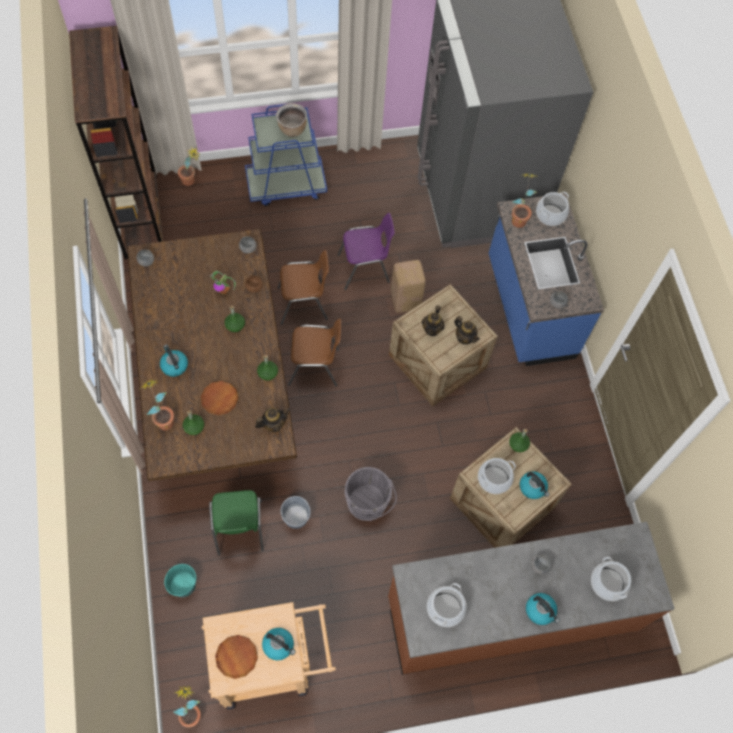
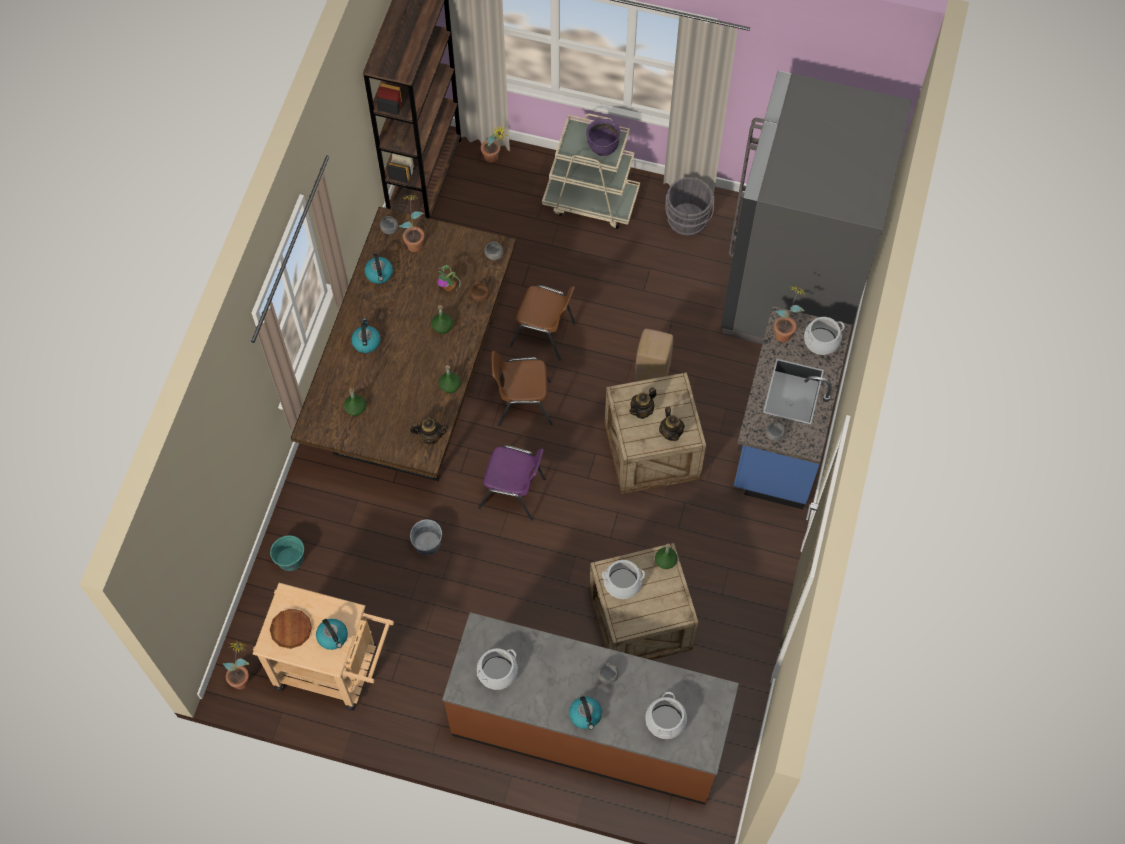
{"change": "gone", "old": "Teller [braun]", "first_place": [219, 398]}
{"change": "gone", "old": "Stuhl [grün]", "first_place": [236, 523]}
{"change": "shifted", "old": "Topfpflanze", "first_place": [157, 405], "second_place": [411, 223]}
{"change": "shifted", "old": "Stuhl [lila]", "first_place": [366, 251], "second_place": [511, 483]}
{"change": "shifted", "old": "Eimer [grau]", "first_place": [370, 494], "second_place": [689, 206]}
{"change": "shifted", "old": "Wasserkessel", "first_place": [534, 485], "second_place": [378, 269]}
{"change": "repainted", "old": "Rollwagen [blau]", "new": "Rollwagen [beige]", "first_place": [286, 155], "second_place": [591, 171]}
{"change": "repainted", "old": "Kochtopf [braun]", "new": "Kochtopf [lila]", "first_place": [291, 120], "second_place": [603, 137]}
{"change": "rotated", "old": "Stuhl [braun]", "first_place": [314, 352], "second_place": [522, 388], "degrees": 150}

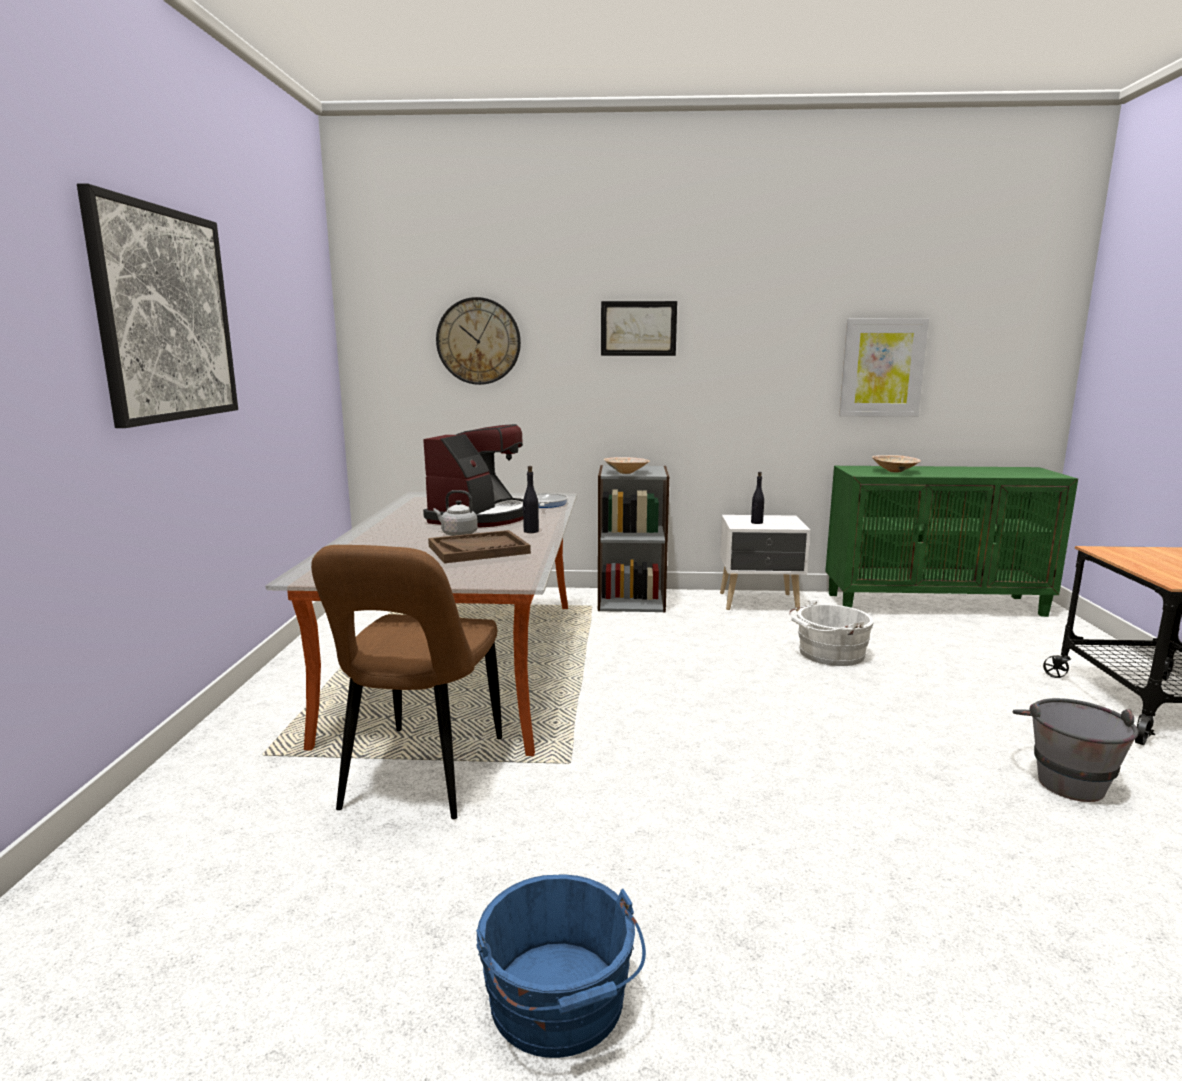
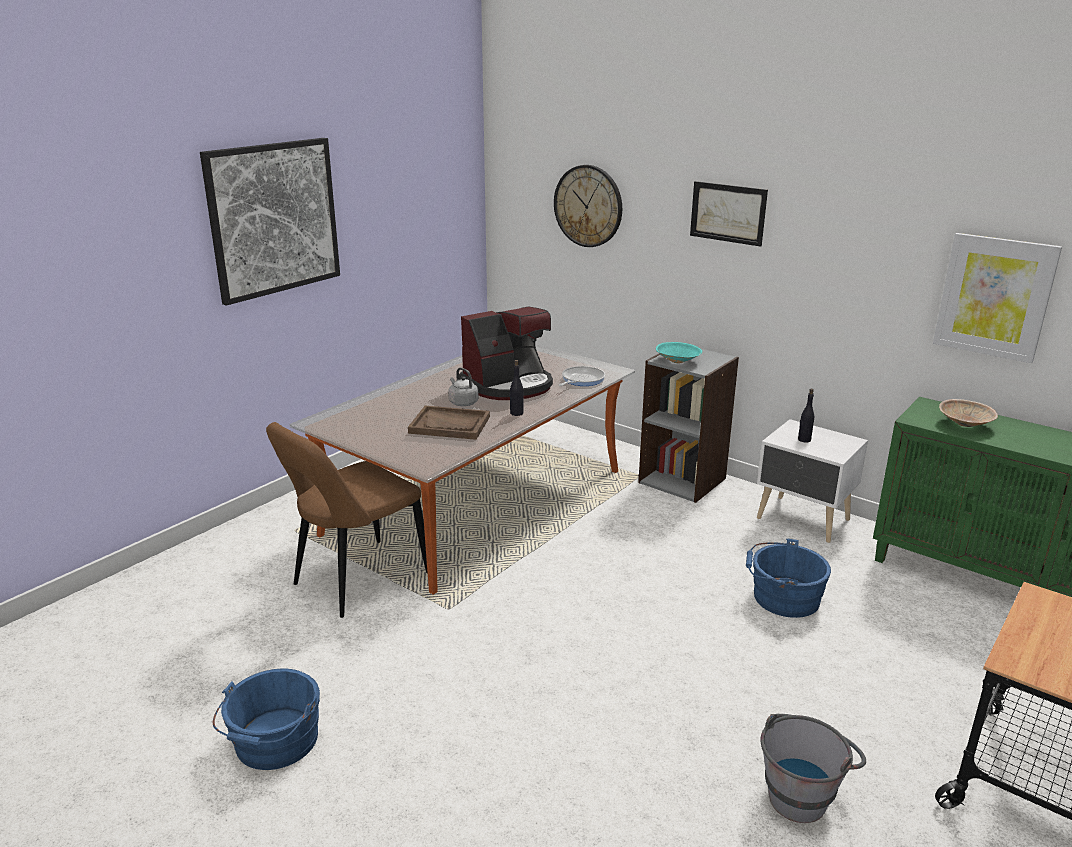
{"change": "repainted", "old": "Schüssel [beige]", "new": "Schüssel [türkis]", "first_place": [627, 465], "second_place": [679, 352]}
{"change": "repainted", "old": "Eimer [weiß]", "new": "Eimer [blau]", "first_place": [831, 632], "second_place": [788, 578]}

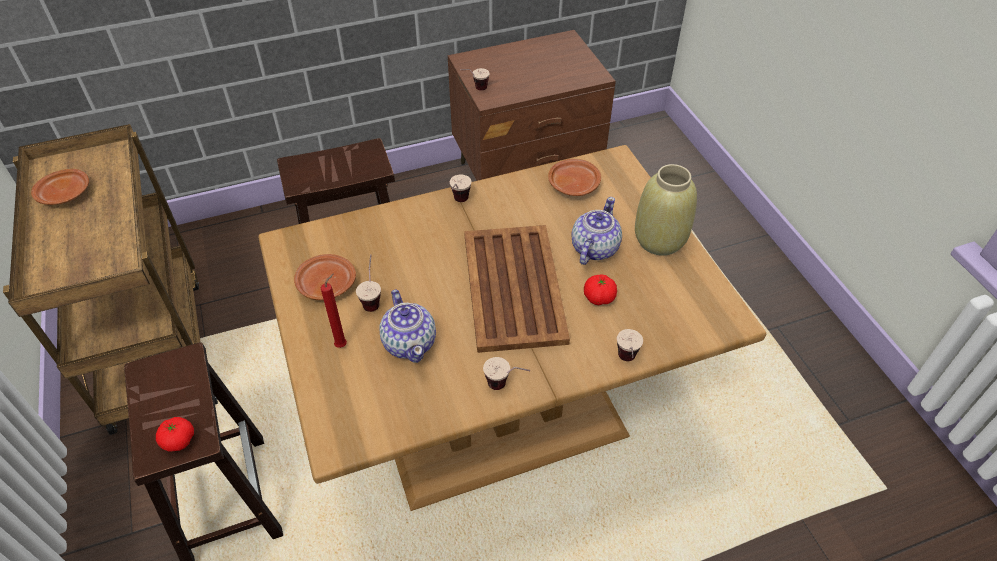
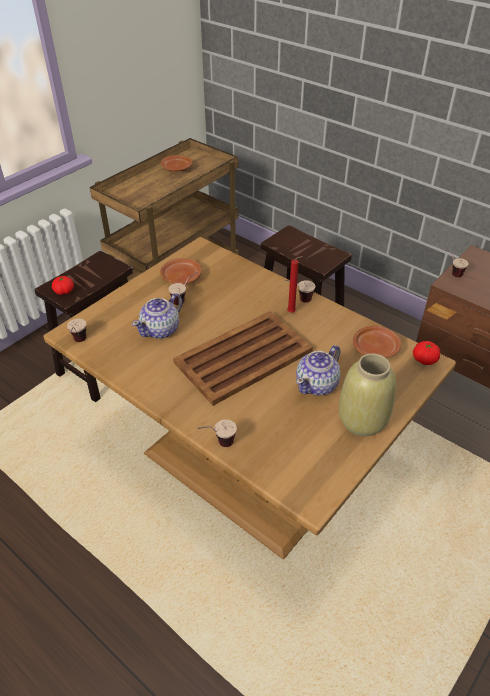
{"change": "shifted", "old": "Kerze [rot]", "first_place": [334, 310], "second_place": [295, 284]}
{"change": "shifted", "old": "Tasse", "first_place": [506, 373], "second_place": [76, 330]}
{"change": "shifted", "old": "Tomate", "first_place": [600, 290], "second_place": [426, 353]}
{"change": "rotated", "old": "Teekanne", "first_place": [596, 231], "second_place": [318, 370], "degrees": 135}

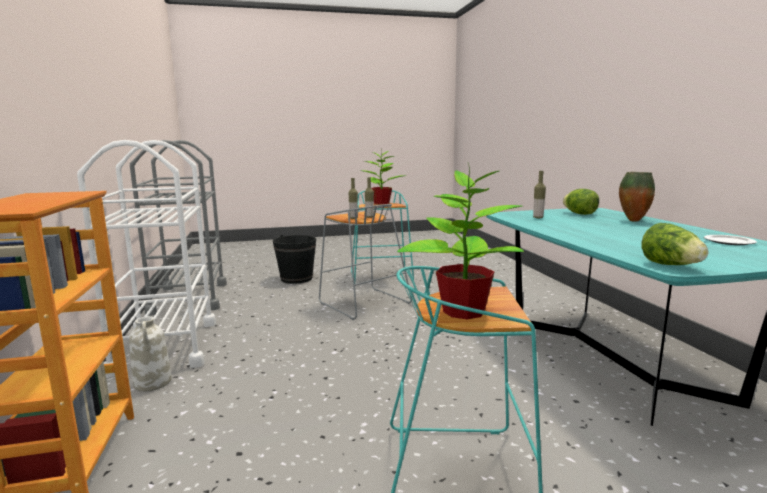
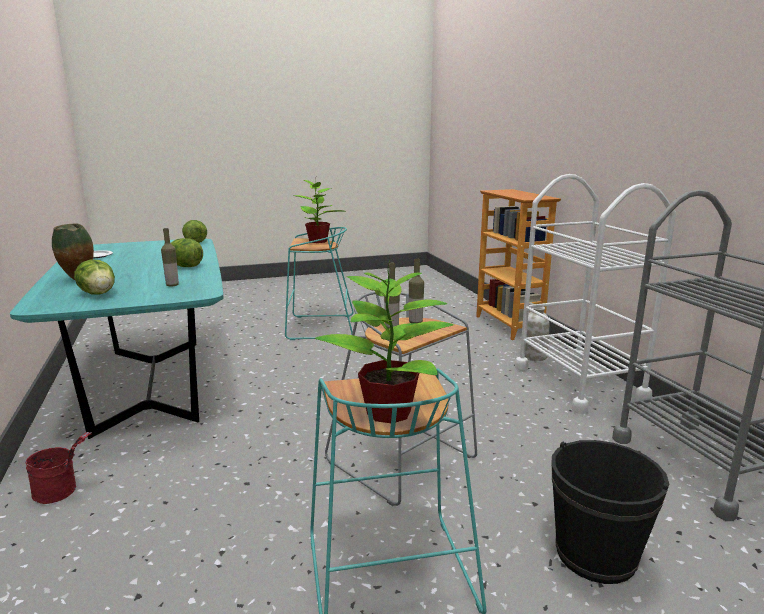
{"change": "new", "new": "Eimer [rot]", "second_place": [58, 468]}
{"change": "new", "new": "Salatkopf", "second_place": [187, 252]}

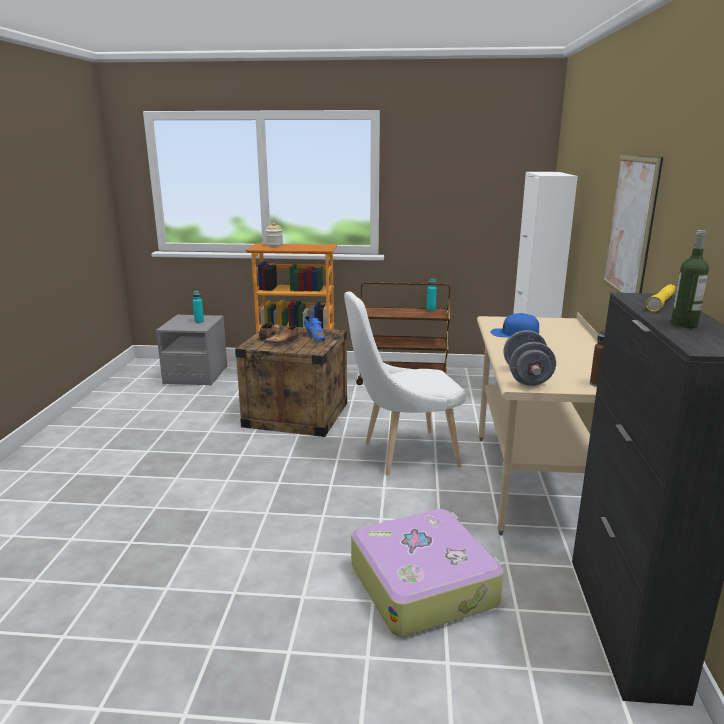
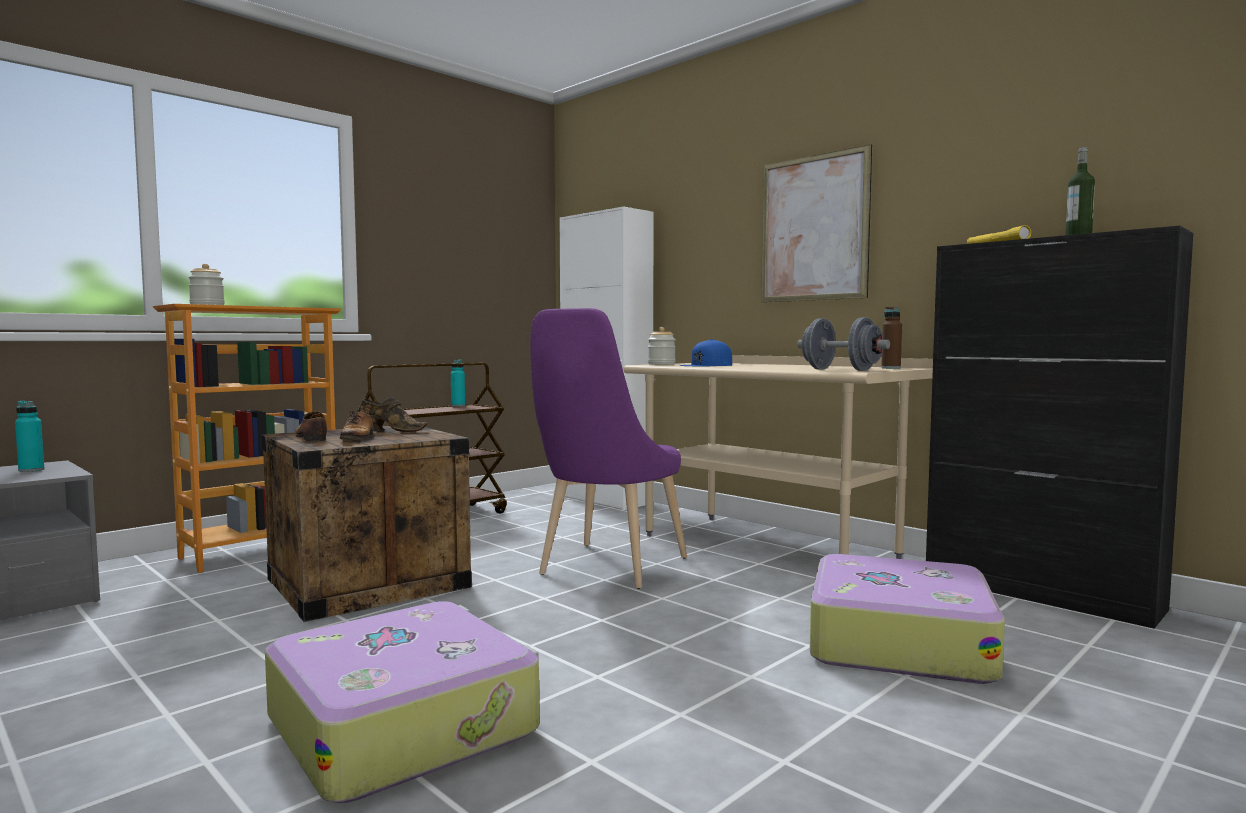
{"change": "new", "new": "Koffer", "second_place": [402, 702]}
{"change": "new", "new": "Vorratsglas", "second_place": [662, 346]}
{"change": "repainted", "old": "Schuh [blau]", "new": "Schuh [braun]", "first_place": [314, 328], "second_place": [393, 414]}
{"change": "repainted", "old": "Stuhl [weiß]", "new": "Stuhl [lila]", "first_place": [405, 383], "second_place": [608, 448]}

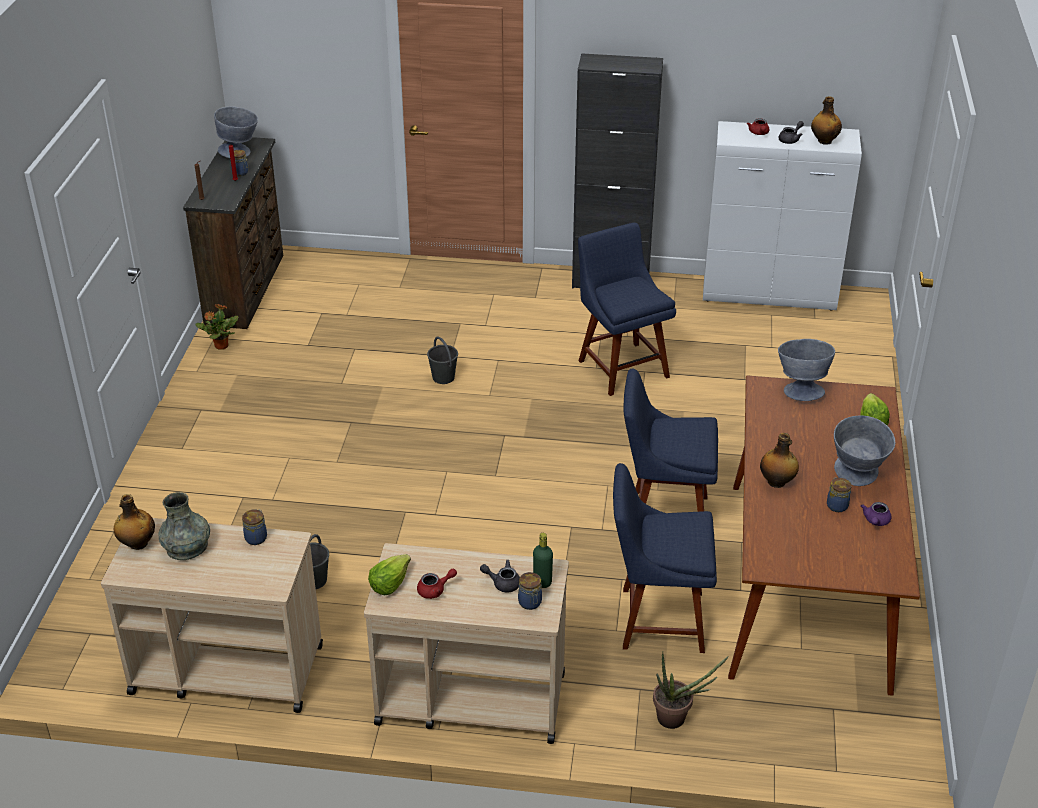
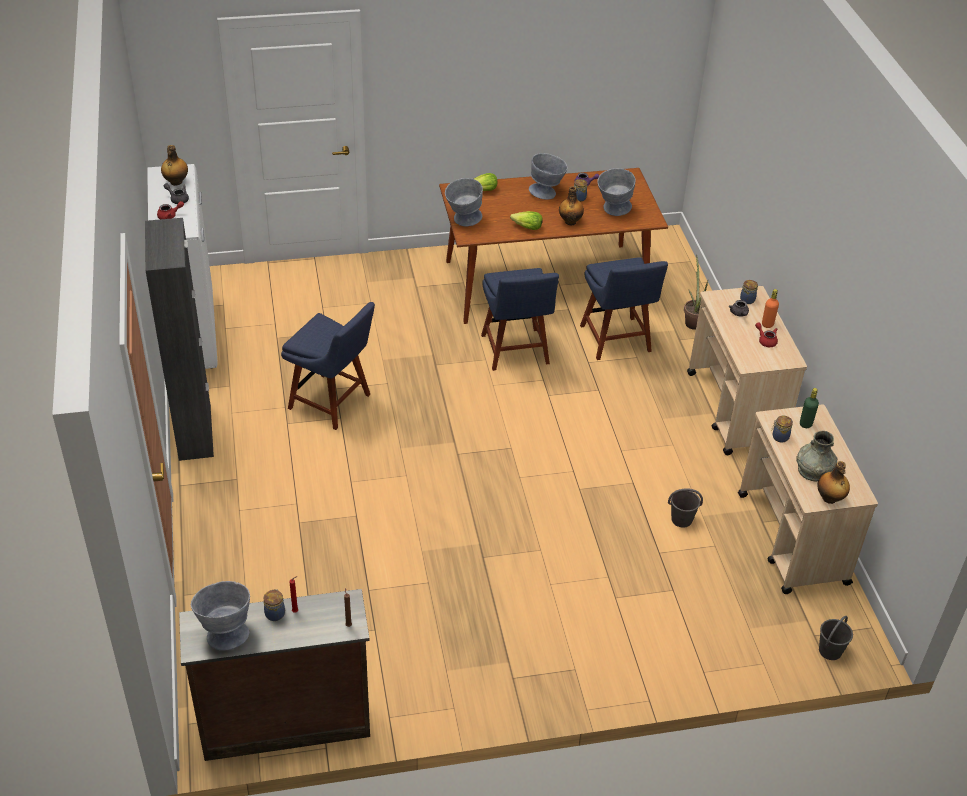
{"change": "gone", "old": "Topfpflanze", "first_place": [216, 327]}
{"change": "new", "new": "Schüssel [grau]", "second_place": [616, 192]}
{"change": "new", "new": "Flasche [orange]", "second_place": [770, 308]}
{"change": "shifted", "old": "Salatkopf", "first_place": [389, 574], "second_place": [526, 220]}
{"change": "shifted", "old": "Eimer [grau]", "first_place": [442, 360], "second_place": [836, 638]}
{"change": "shifted", "old": "Flasche [grün]", "first_place": [543, 560], "second_place": [809, 408]}
{"change": "rotated", "old": "Stuhl [blau]", "first_place": [627, 309], "second_place": [328, 366], "degrees": -105}

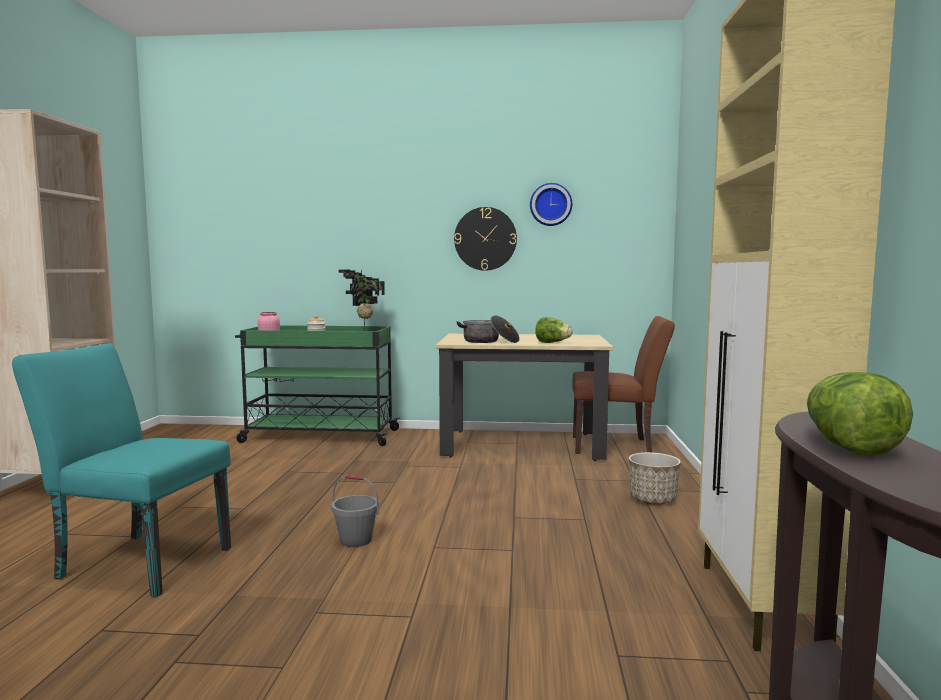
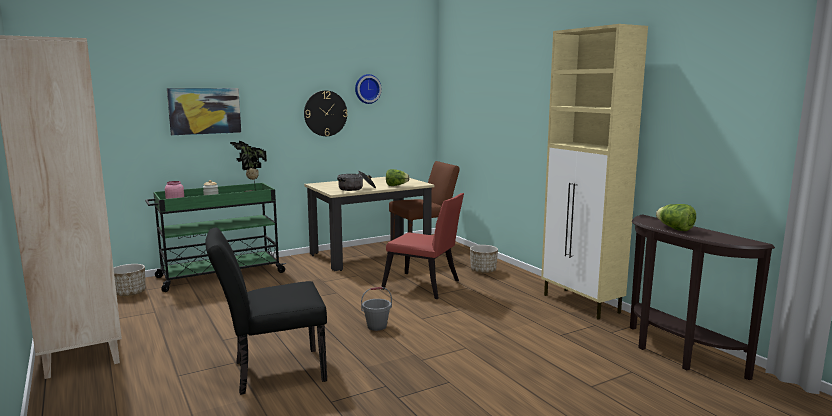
{"change": "new", "new": "Pflanzkübel", "second_place": [129, 280]}
{"change": "new", "new": "Bild", "second_place": [204, 111]}
{"change": "new", "new": "Stuhl [rot]", "second_place": [422, 246]}
{"change": "repainted", "old": "Stuhl [türkis]", "new": "Stuhl [schwarz]", "first_place": [121, 470], "second_place": [266, 311]}

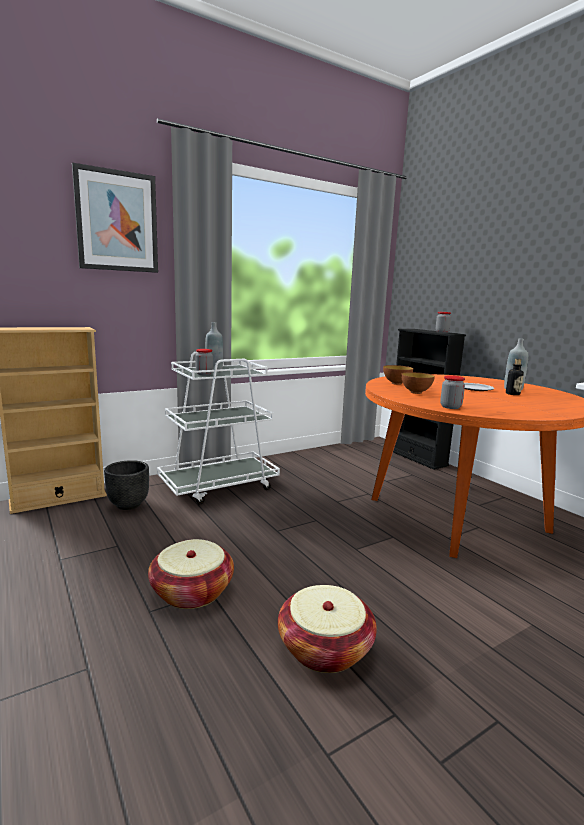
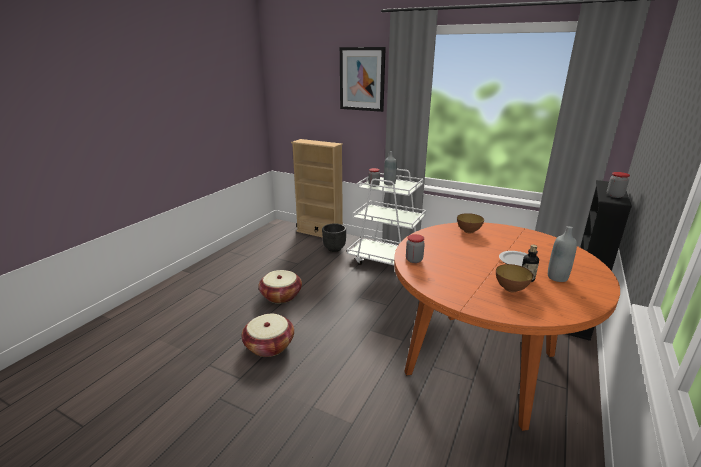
{"change": "shifted", "old": "Schüssel", "first_place": [418, 383], "second_place": [514, 278]}

